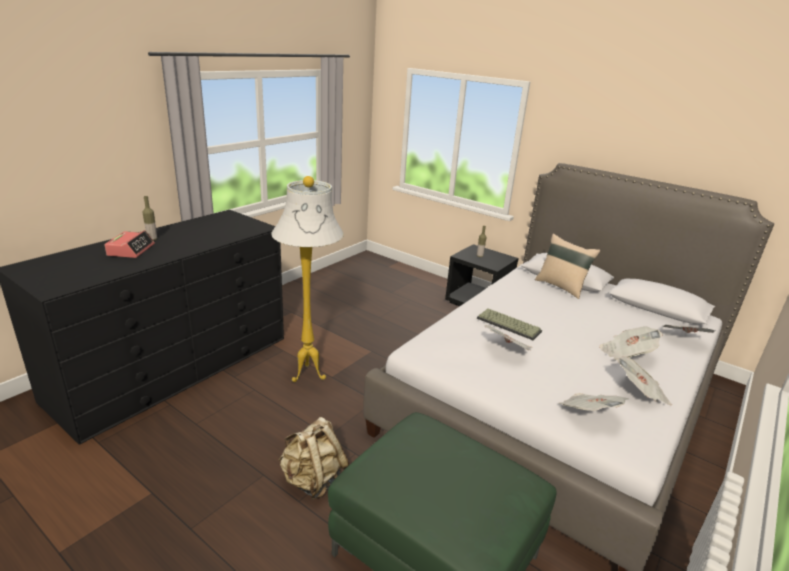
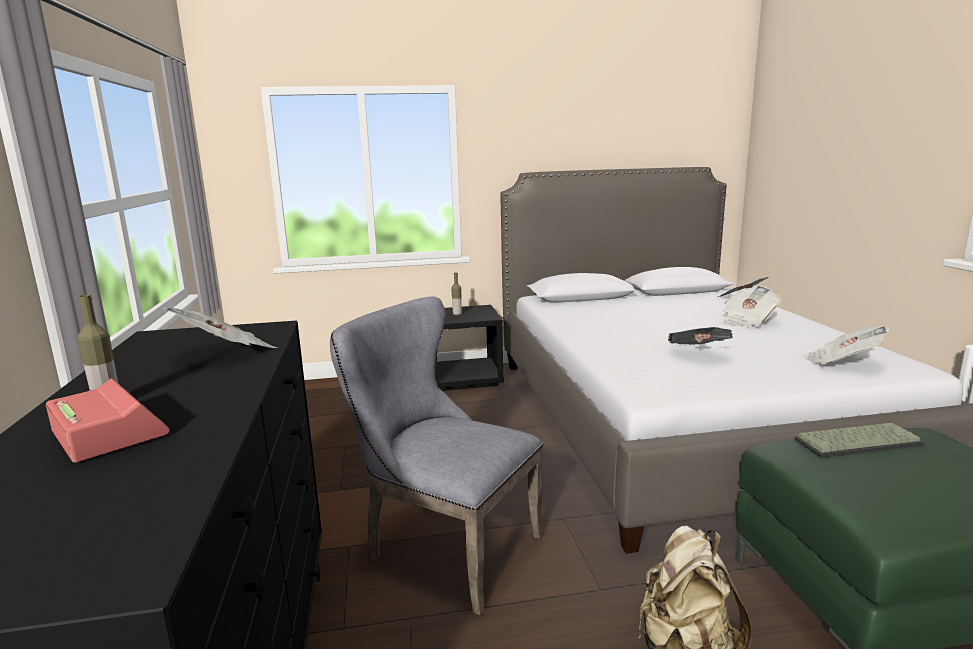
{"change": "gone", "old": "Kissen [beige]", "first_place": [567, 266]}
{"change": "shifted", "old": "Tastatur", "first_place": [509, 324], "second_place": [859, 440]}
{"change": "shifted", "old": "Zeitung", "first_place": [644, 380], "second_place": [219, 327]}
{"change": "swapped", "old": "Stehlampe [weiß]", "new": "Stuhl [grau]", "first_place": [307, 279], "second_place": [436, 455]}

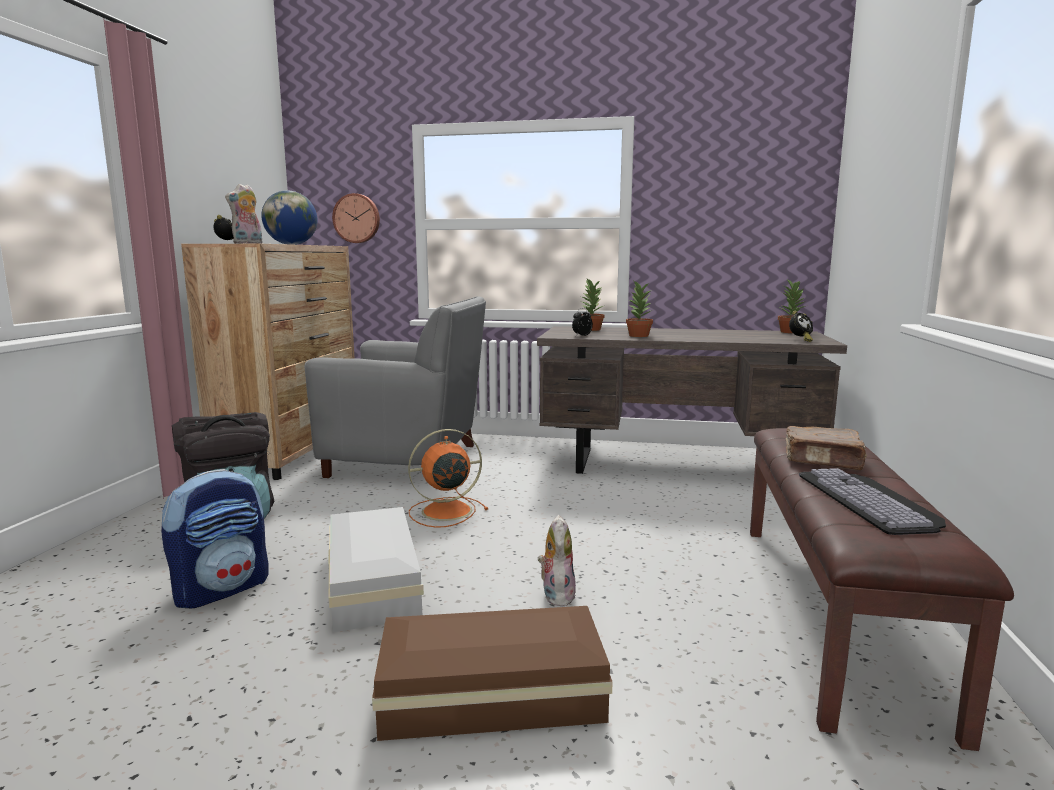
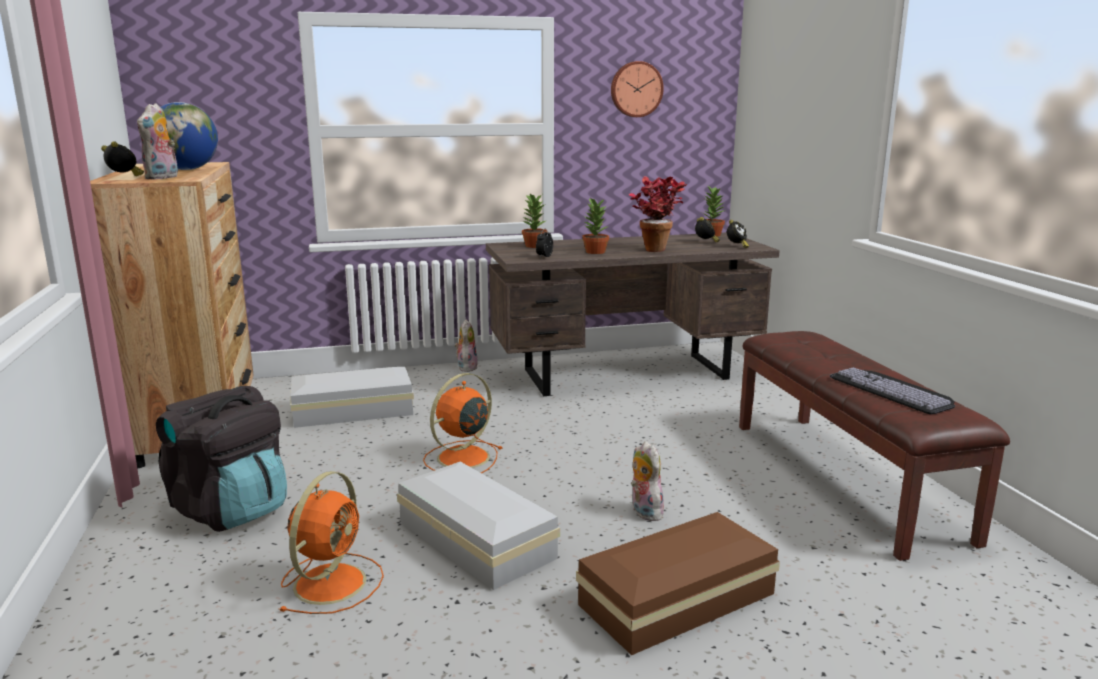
{"change": "gone", "old": "Buch [braun]", "first_place": [826, 448]}
{"change": "new", "new": "Plüschtier", "second_place": [466, 345]}
{"change": "new", "new": "Topfpflanze", "second_place": [658, 214]}
{"change": "new", "new": "Wecker", "second_place": [707, 229]}
{"change": "shifted", "old": "Wanduhr", "first_place": [356, 218], "second_place": [637, 89]}
{"change": "swapped", "old": "Rucksack", "new": "Ventilator [orange]", "first_place": [214, 538], "second_place": [331, 542]}
{"change": "swapped", "old": "Sessel [grau]", "new": "Aufbewahrungsbox [weiß]", "first_place": [395, 387], "second_place": [352, 397]}

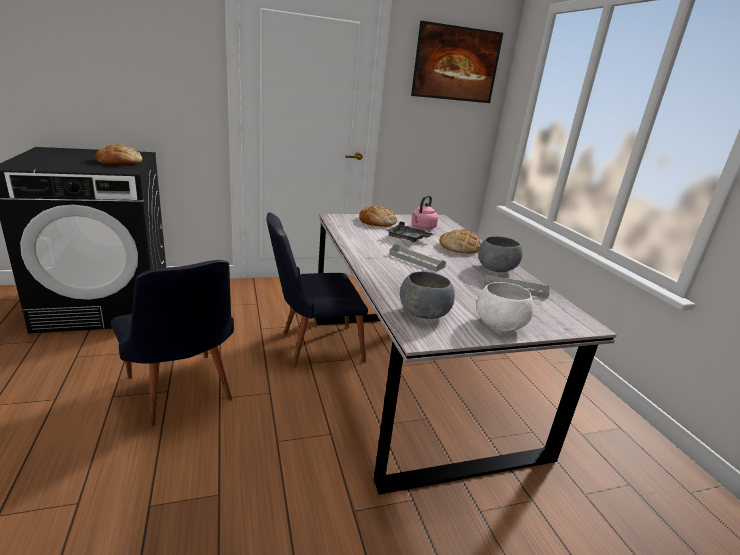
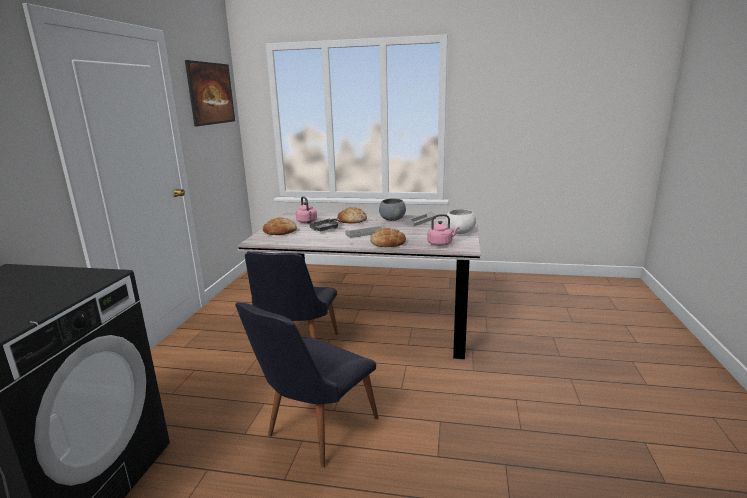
{"change": "shifted", "old": "Brot", "first_place": [119, 154], "second_place": [388, 237]}
{"change": "swapped", "old": "Schüssel [grau]", "new": "Wasserkessel [rosa]", "first_place": [427, 295], "second_place": [443, 230]}
{"change": "rotated", "old": "Stuhl [schwarz]", "first_place": [172, 343], "second_place": [306, 385], "degrees": 135}

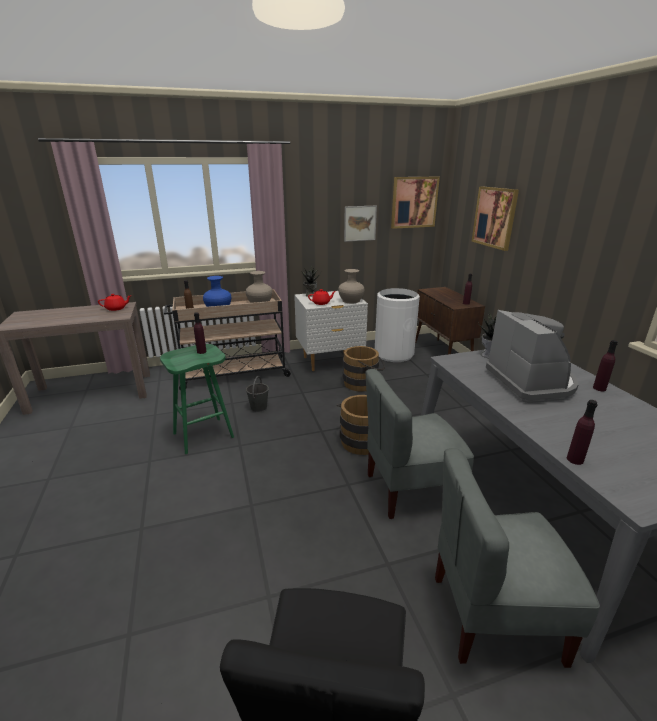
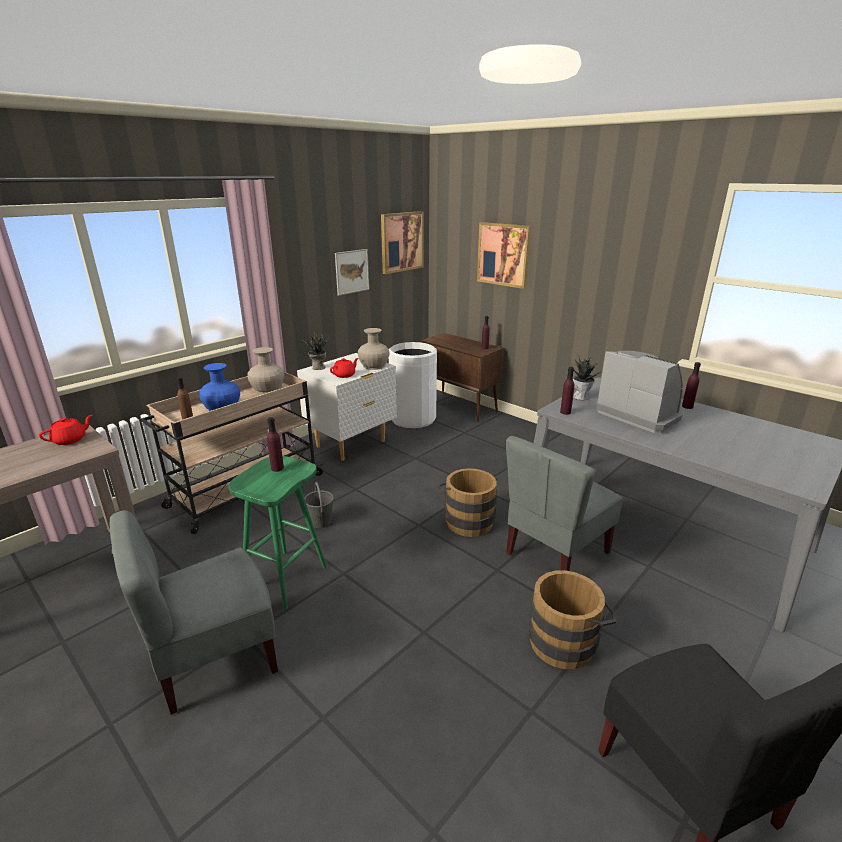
{"change": "shifted", "old": "Eimer [braun]", "first_place": [364, 369], "second_place": [572, 619]}
{"change": "shifted", "old": "Stuhl [grau]", "first_place": [517, 558], "second_place": [194, 612]}
{"change": "shifted", "old": "Flasche [lila]", "first_place": [582, 432], "second_place": [567, 391]}

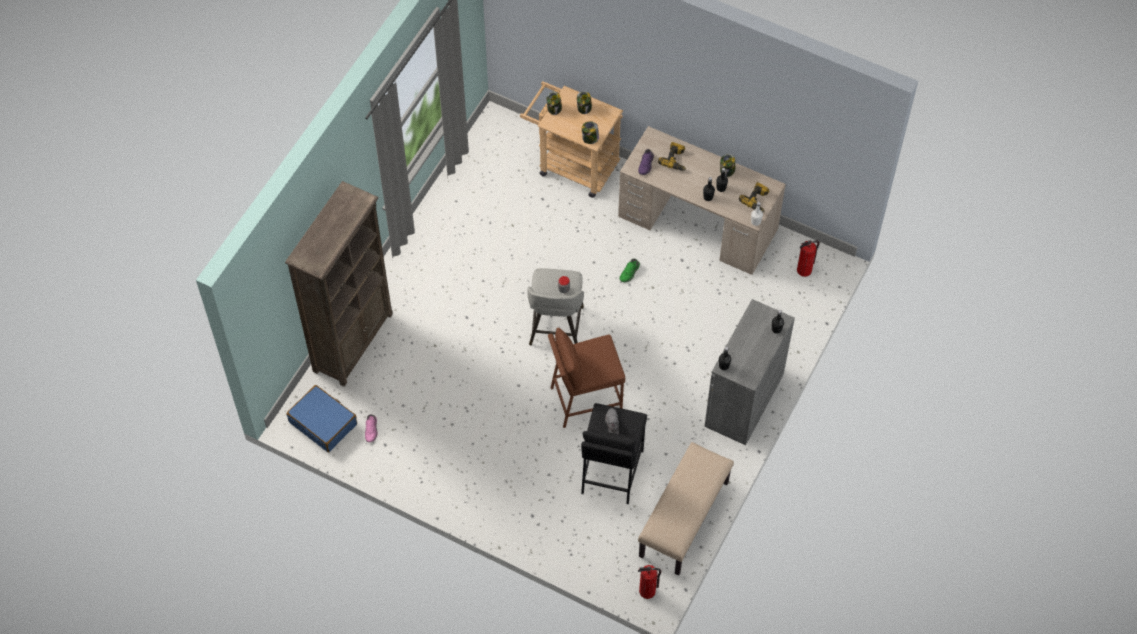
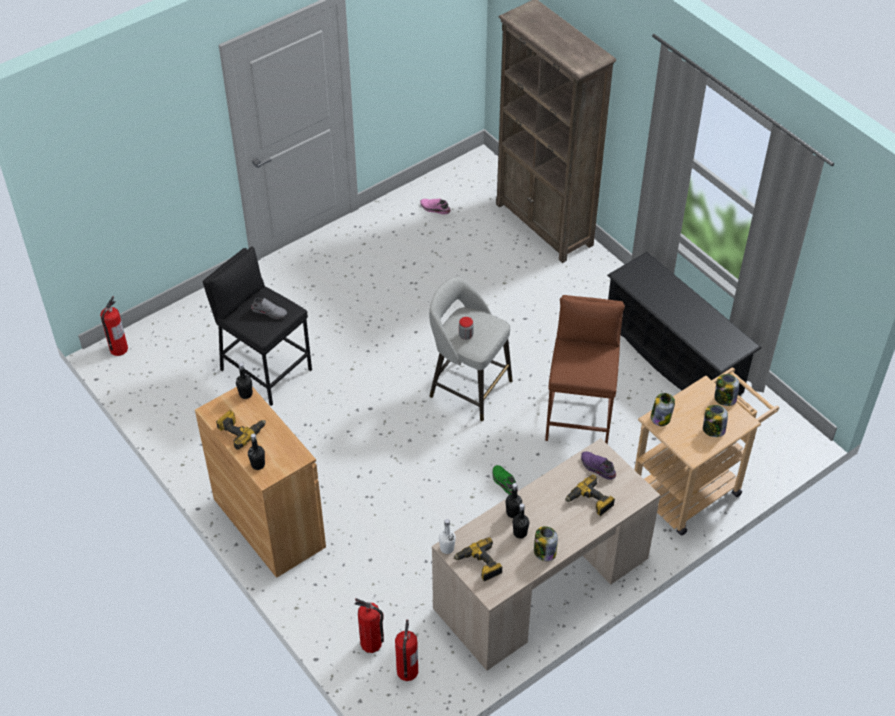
{"change": "gone", "old": "Koffer [blau]", "first_place": [321, 418]}
{"change": "gone", "old": "Bank [beige]", "first_place": [686, 509]}
{"change": "new", "new": "Bohrmaschine", "second_place": [241, 430]}
{"change": "new", "new": "Feuerlöscher", "second_place": [369, 625]}
{"change": "new", "new": "Schuhregal [schwarz]", "second_place": [684, 323]}
{"change": "shifted", "old": "Hocker [braun]", "first_place": [586, 378], "second_place": [585, 369]}
{"change": "repainted", "old": "Schrank [grau]", "new": "Schrank [braun]", "first_place": [749, 372], "second_place": [260, 482]}

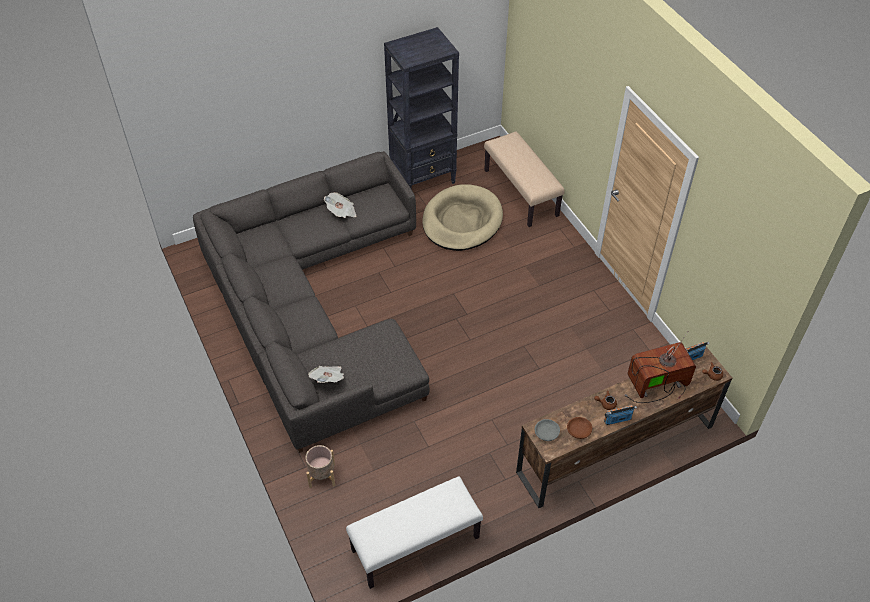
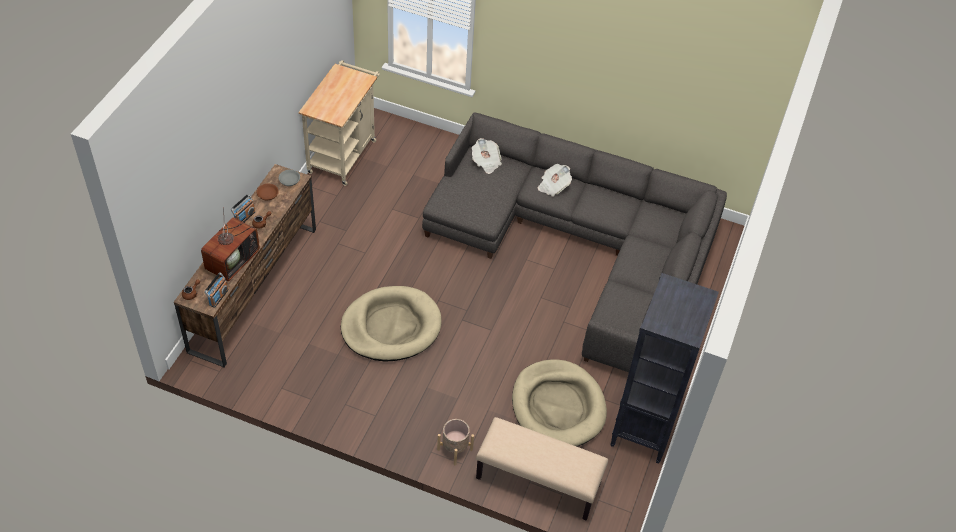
{"change": "new", "new": "Hundebett [beige]", "second_place": [391, 324]}
{"change": "shifted", "old": "Pflanzkübel [beige]", "first_place": [320, 466], "second_place": [455, 442]}
{"change": "shifted", "old": "Zeitung", "first_place": [340, 205], "second_place": [555, 180]}
{"change": "swapped", "old": "Bank [weiß]", "new": "Rollwagen [beige]", "first_place": [414, 532], "second_place": [339, 123]}

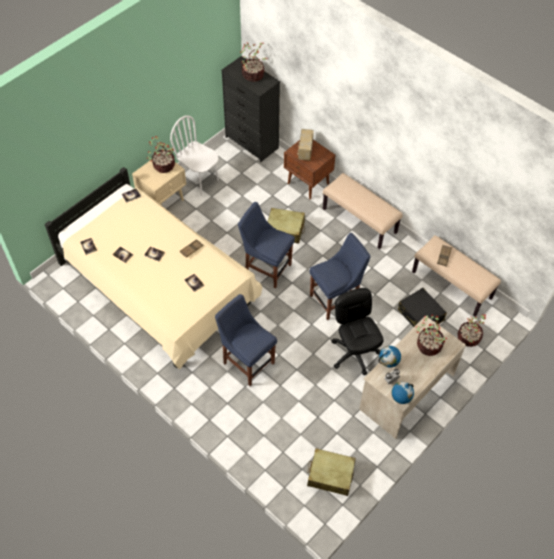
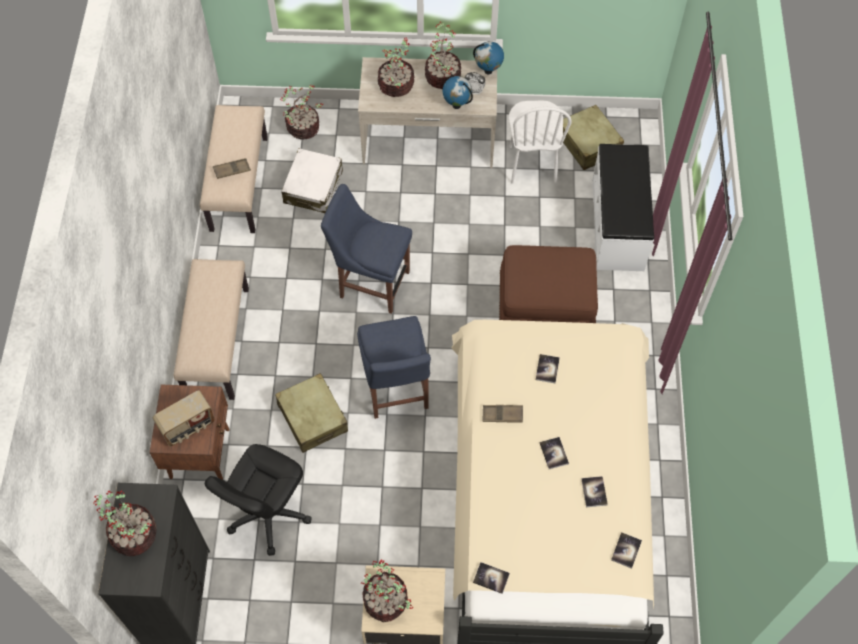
{"change": "new", "new": "Topfpflanze", "second_place": [443, 55]}
{"change": "new", "new": "Bank [weiß]", "second_place": [623, 207]}
{"change": "shifted", "old": "Stuhl [weiß]", "first_place": [194, 155], "second_place": [540, 142]}
{"change": "shifted", "old": "Bürostuhl [schwarz]", "first_place": [357, 331], "second_place": [258, 500]}
{"change": "swapped", "old": "Stuhl [blau]", "new": "Polsterhocker [braun]", "first_place": [246, 340], "second_place": [548, 284]}
{"change": "repainted", "old": "Koffer [schwarz]", "new": "Koffer [weiß]", "first_place": [422, 307], "second_place": [312, 180]}

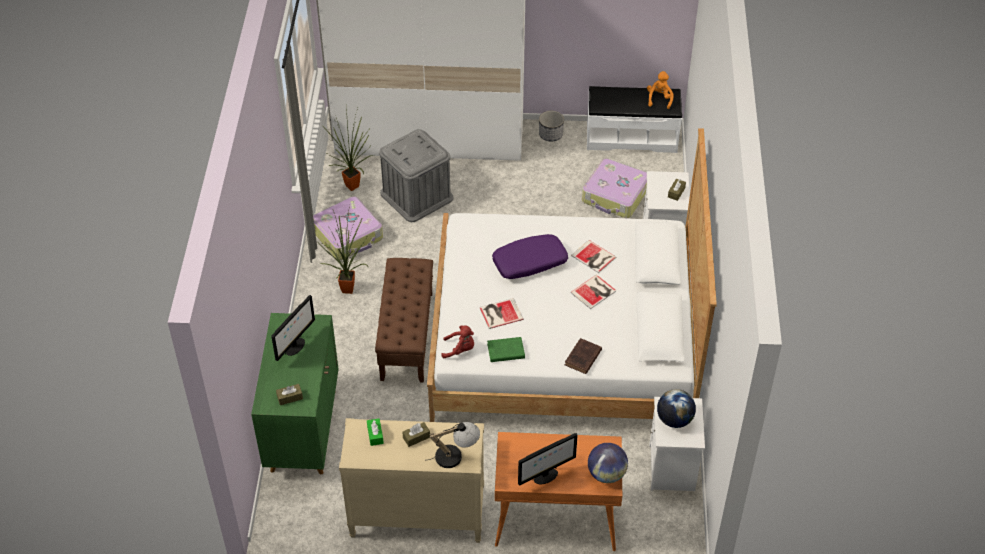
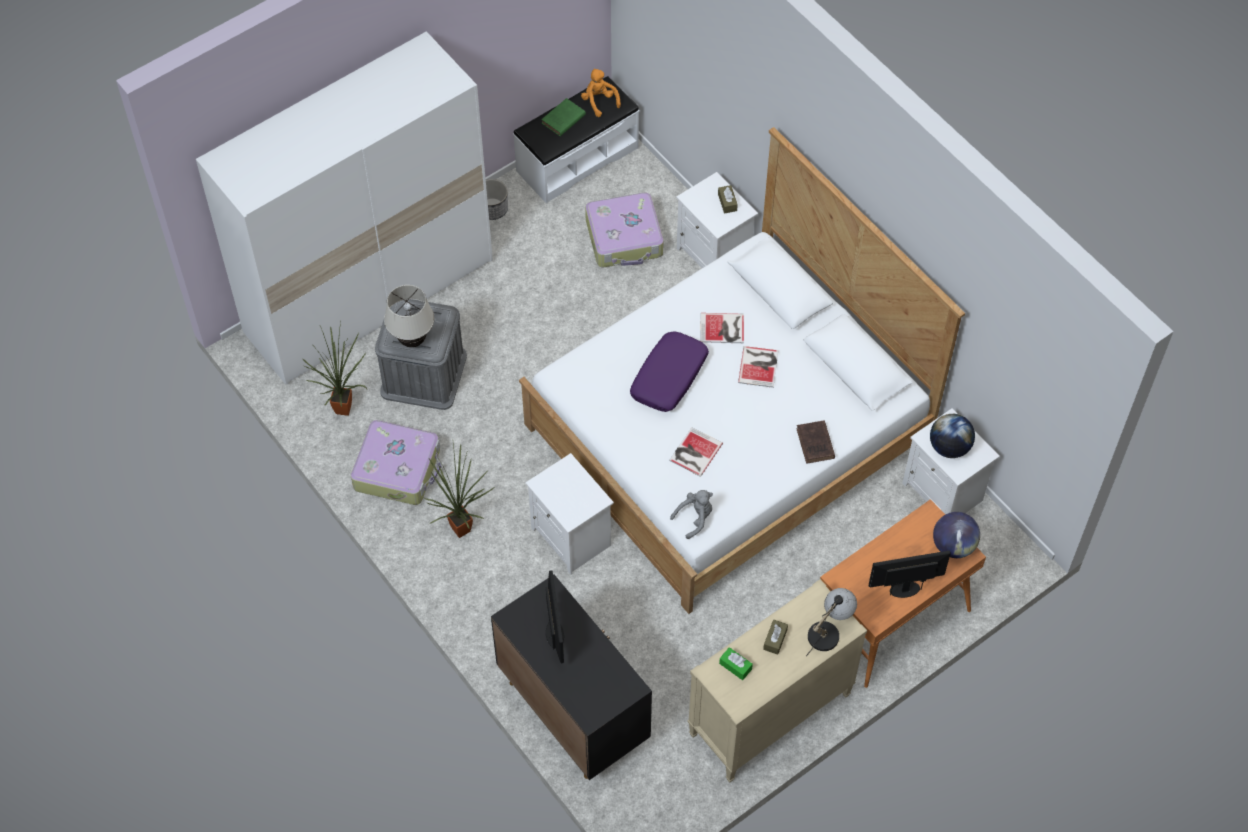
{"change": "gone", "old": "Taschentuchbox [braun]", "first_place": [289, 394]}
{"change": "new", "new": "Tischlampe [beige]", "second_place": [409, 316]}
{"change": "shifted", "old": "Buch [grün]", "first_place": [506, 349], "second_place": [563, 117]}
{"change": "swapped", "old": "Bank [braun]", "new": "Nachttisch [weiß]", "first_place": [404, 320], "second_place": [570, 514]}
{"change": "repainted", "old": "Schrank [grün]", "new": "Schrank [schwarz]", "first_place": [295, 393], "second_place": [571, 677]}
{"change": "repainted", "old": "Plüschtier [rot]", "new": "Plüschtier [grau]", "first_place": [457, 341], "second_place": [691, 514]}
{"change": "rotated", "old": "Monitor", "first_place": [548, 459], "second_place": [910, 574], "degrees": -120}

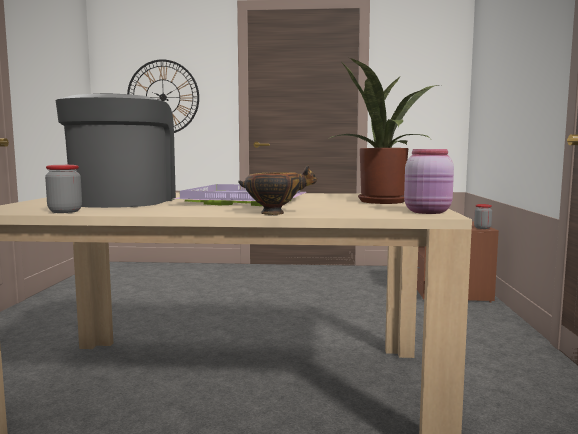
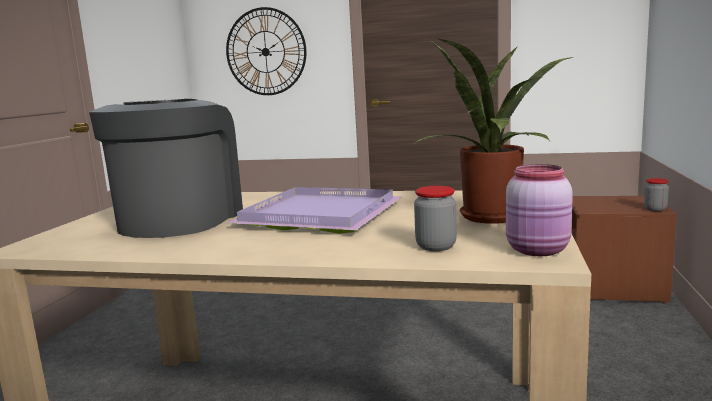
{"change": "gone", "old": "Schüssel", "first_place": [277, 190]}
{"change": "shifted", "old": "Vorratsglas", "first_place": [63, 189], "second_place": [435, 218]}

